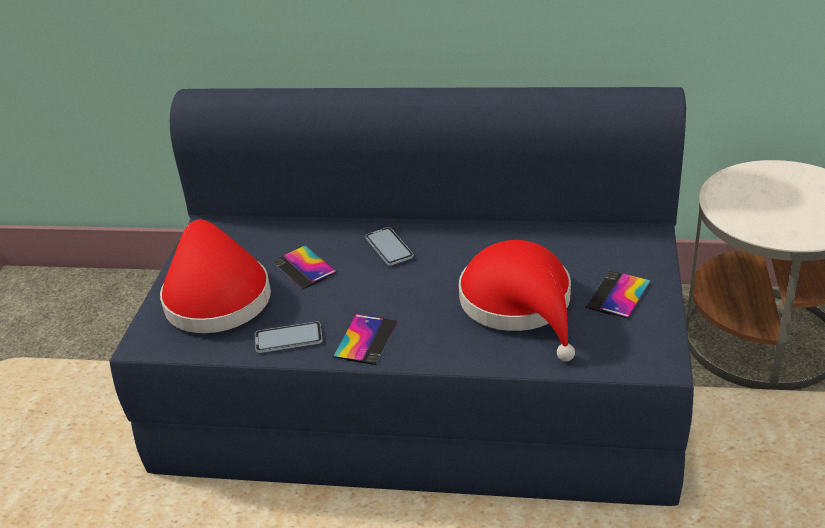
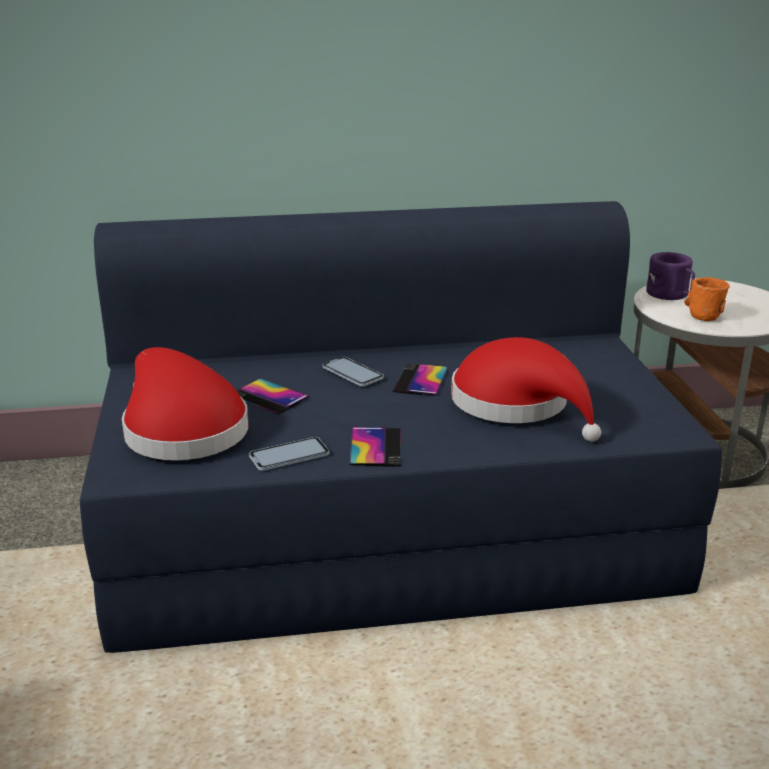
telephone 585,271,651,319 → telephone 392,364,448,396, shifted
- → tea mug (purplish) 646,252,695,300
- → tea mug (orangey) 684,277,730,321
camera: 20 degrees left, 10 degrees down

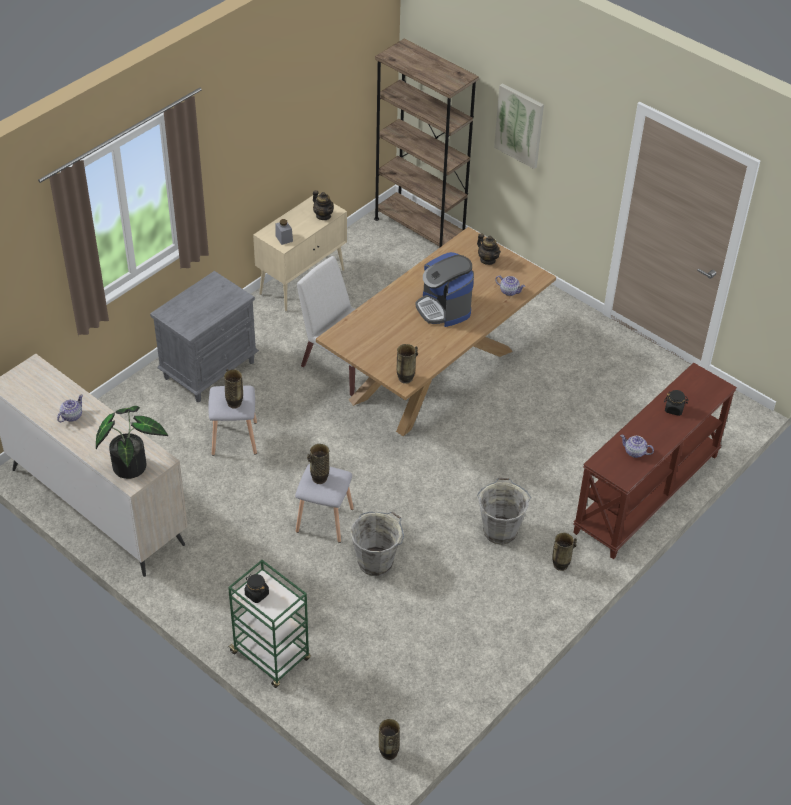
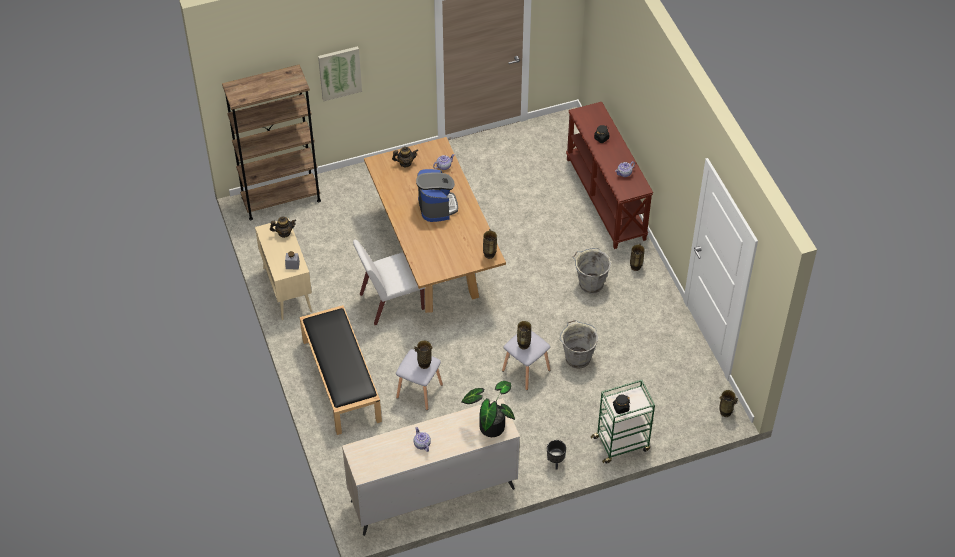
night table (gray) 150,271,259,402 → indoor bench (blackish) 300,305,382,435
coffee machine 415,252,474,327 → coffee machine 416,169,458,222, 105 degrees counterclockwise
- → plant pot (blackish) 547,440,566,469
camera: 60 degrees left, 5 degrees up

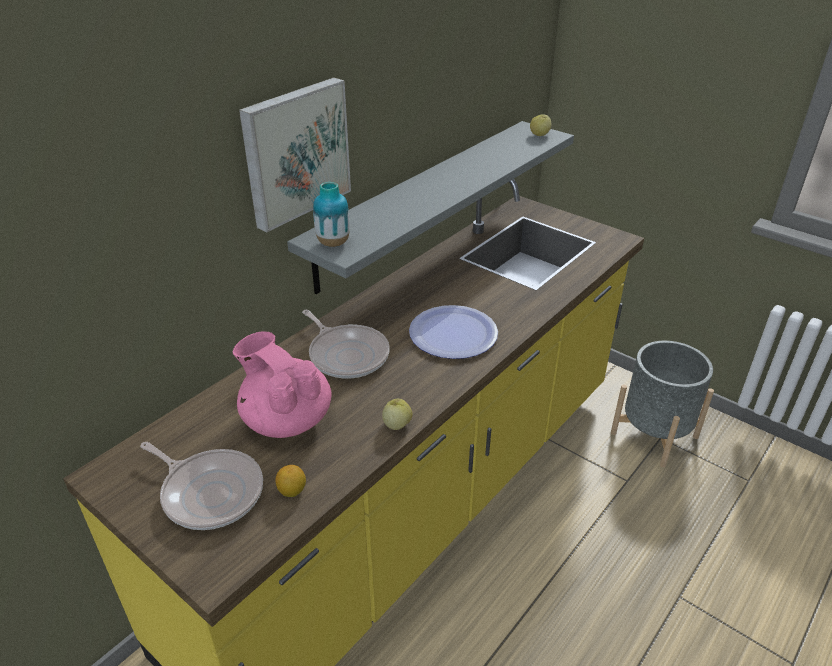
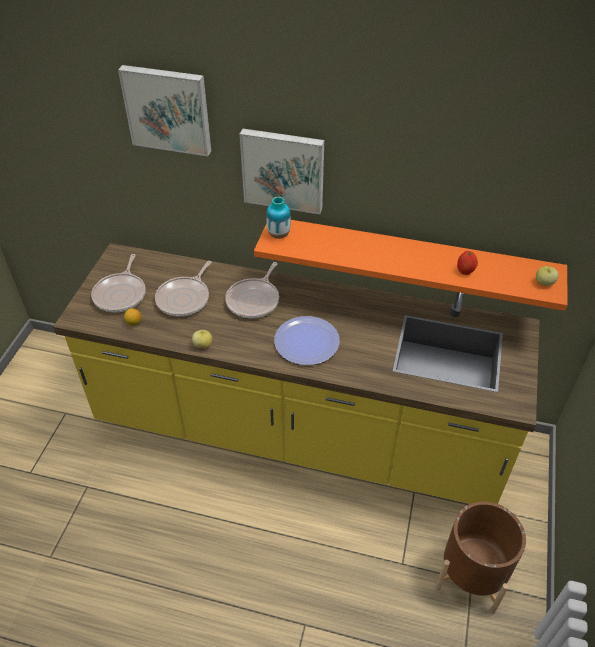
- → wall picture 118,65,211,156
tea pot (pink-coloured) 233,332,332,438 → pan 155,261,211,317
shelf (gray) 287,121,574,294 → shelf (orangey) 254,220,567,311
plant pot (gray) 611,341,714,467 → plant pot (brown) 435,501,526,614
- → apple 457,251,478,275
camera: 65 degrees right, 10 degrees up

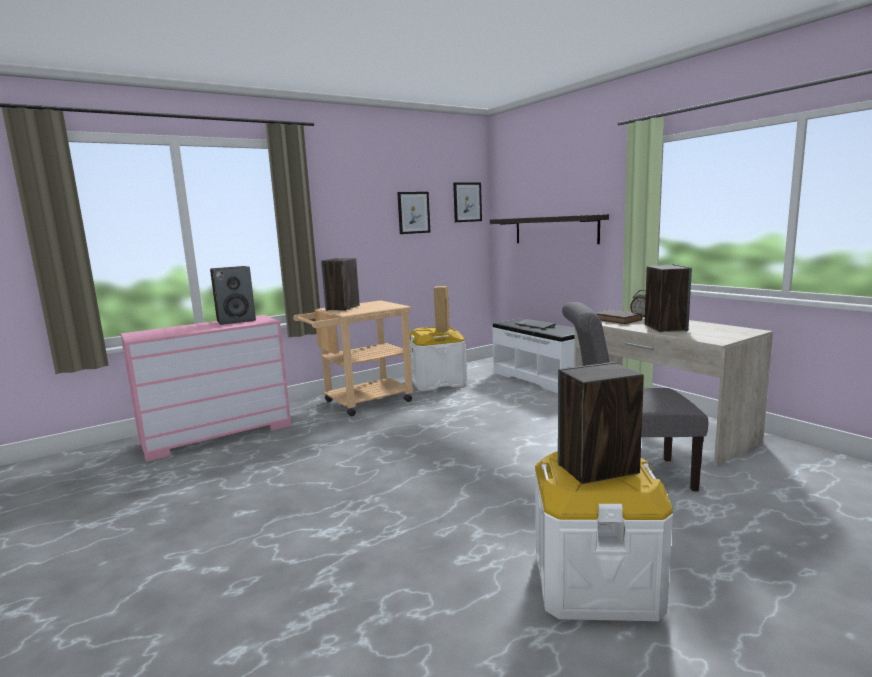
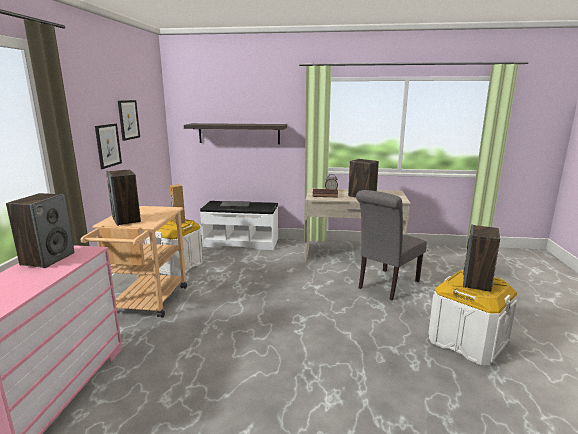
wall picture 453,183,482,222 → wall picture 95,123,122,169, shifted
camera: 50 degrees left, 5 degrees up

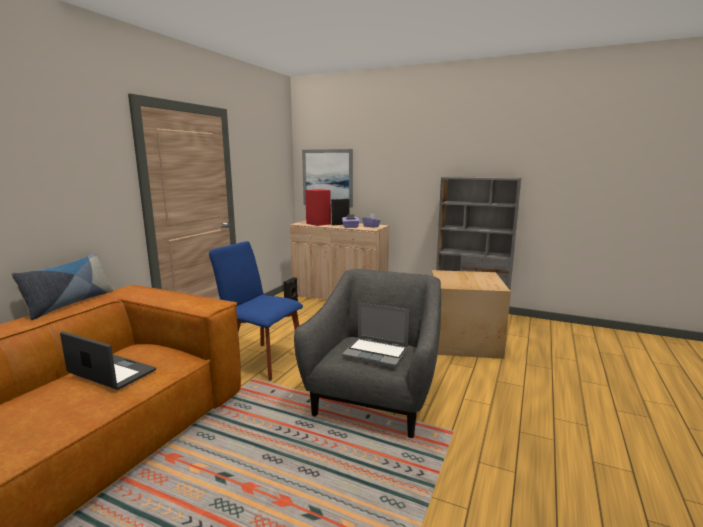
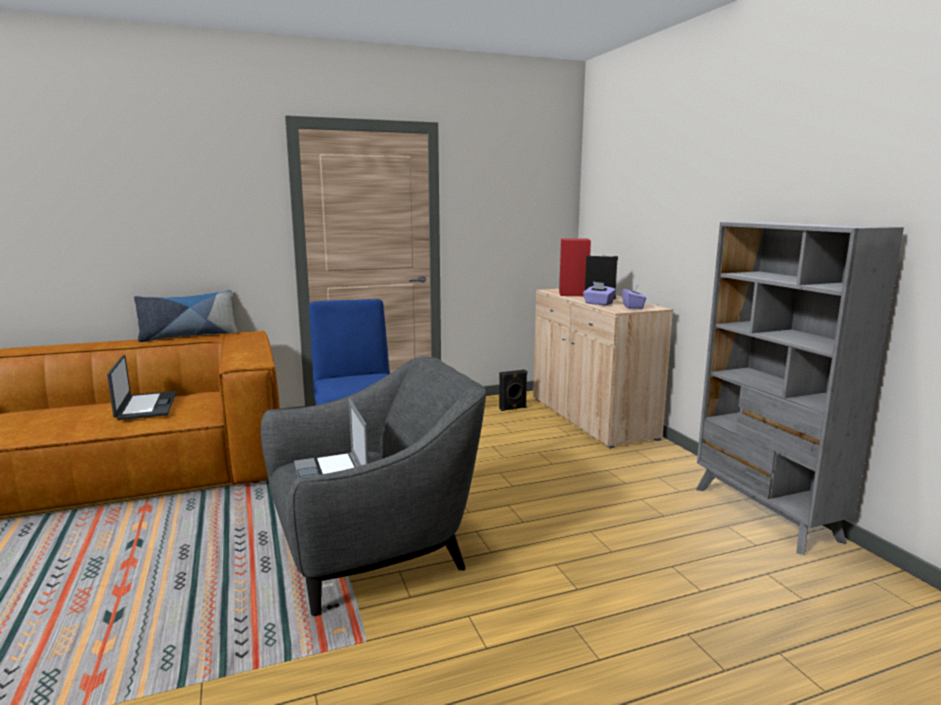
wall picture 302,149,353,207 → -
carton 432,270,511,359 → -
camera: 45 degrees right, 0 degrees up

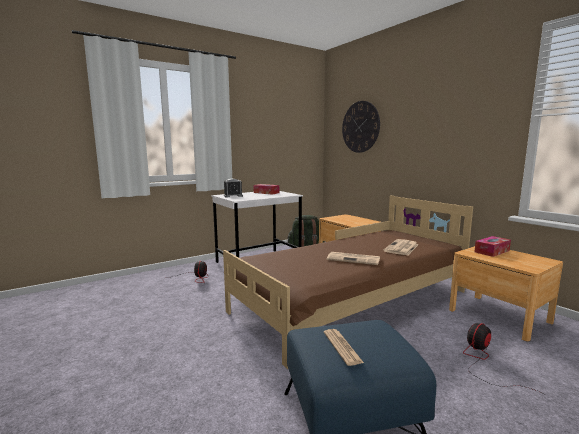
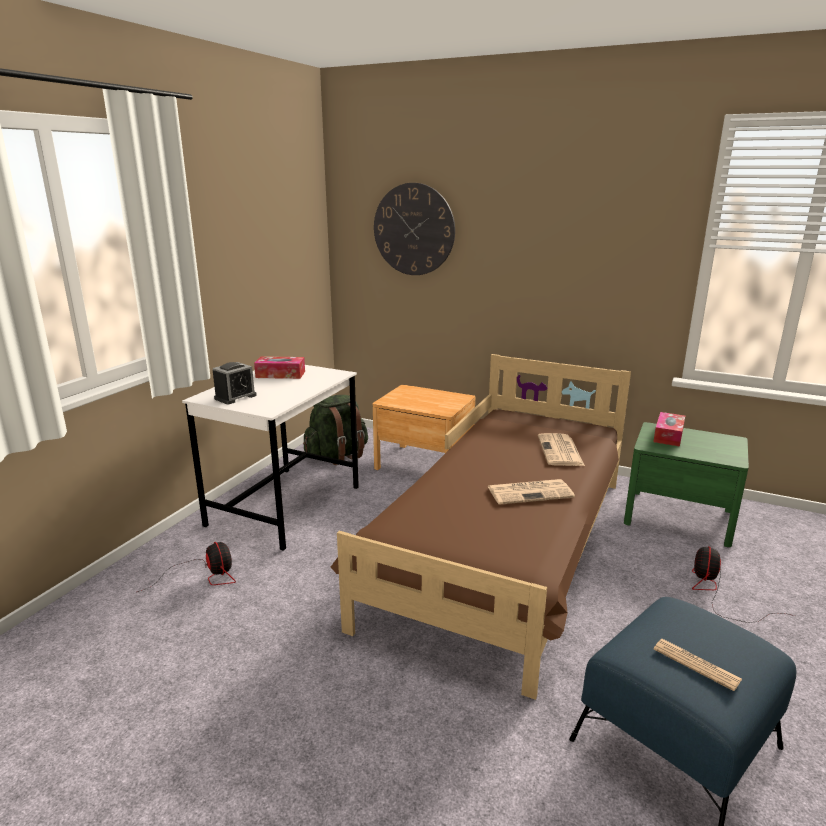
night table (brown) 449,246,563,342 → night table (green) 624,422,749,547
camera: 30 degrees left, 10 degrees up

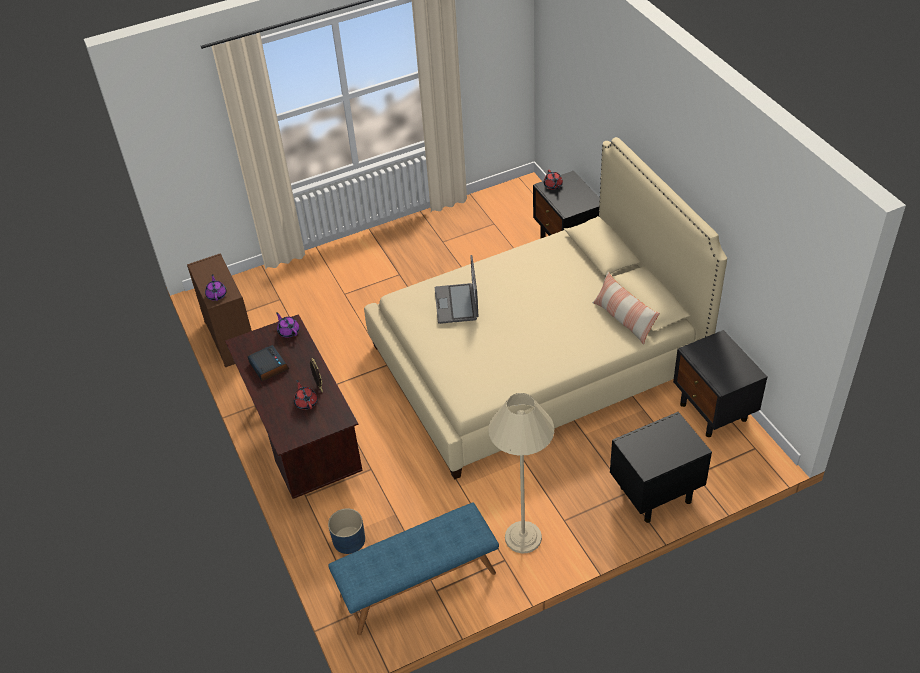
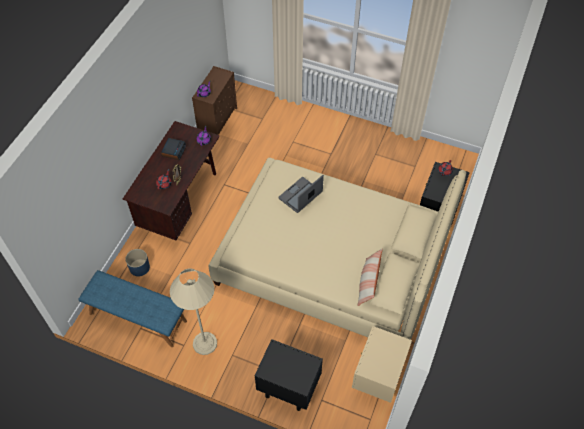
night table (blackish) 673,330,768,437 → night table (beige-coloured) 352,326,412,403
camera: 45 degrees right, 10 degrees up

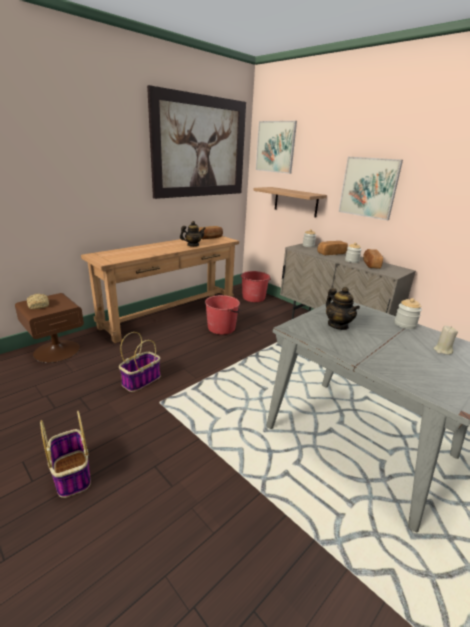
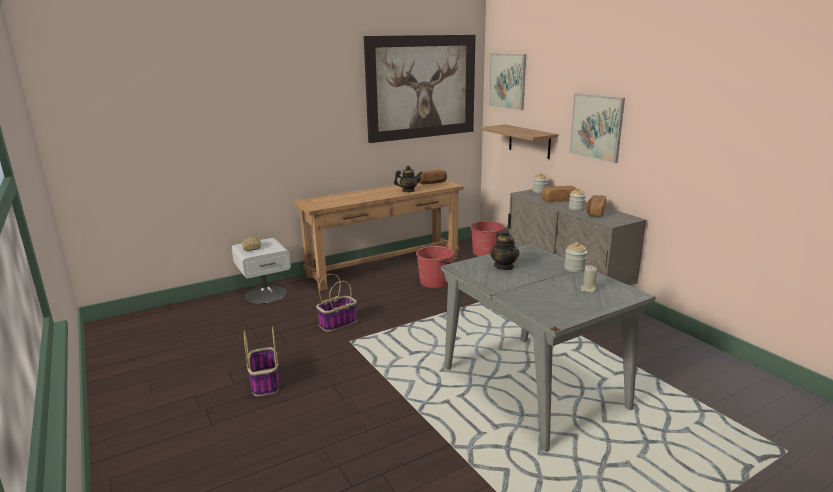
night table (brown) 15,293,84,363 → night table (white-coloured) 232,238,291,304
camera: 15 degrees right, 5 degrees down

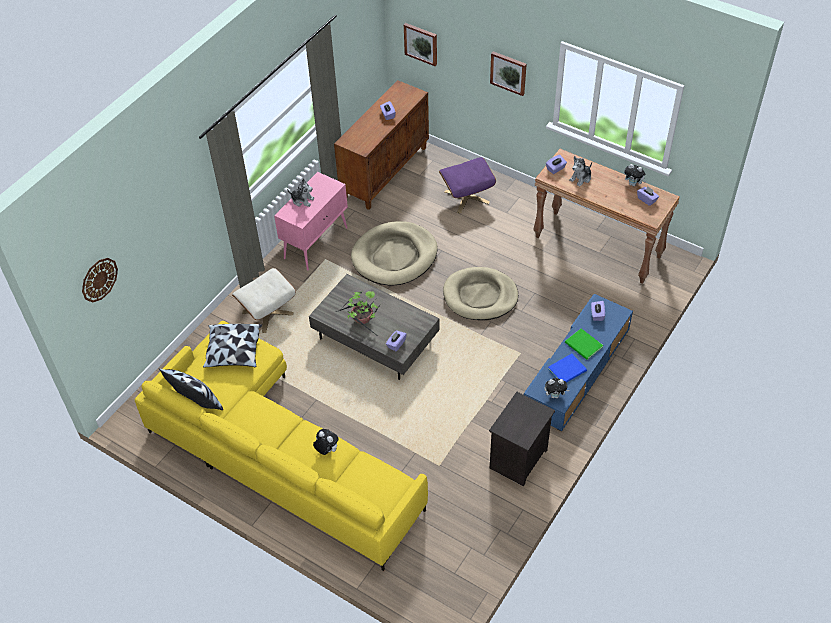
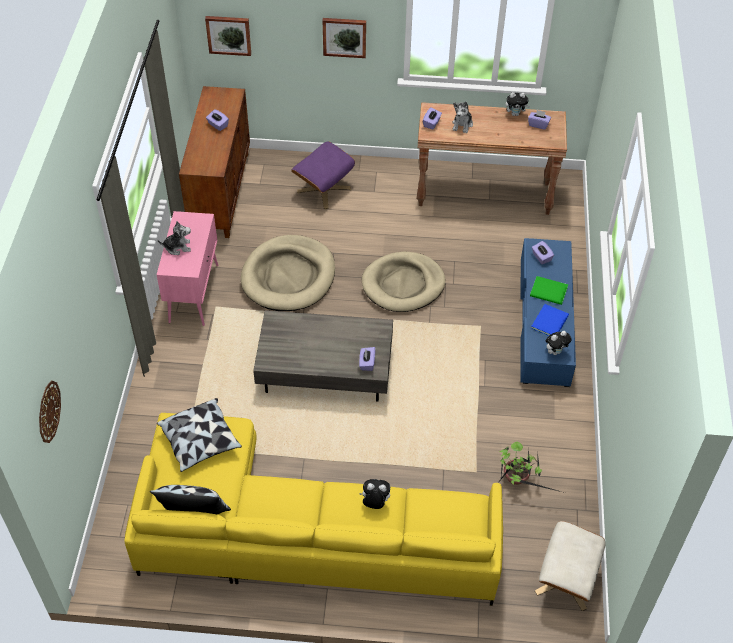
houseplant 336,291,381,337 → houseplant 499,442,565,493, shifted
ottoman (beige-coloured) 232,268,296,333 → ottoman (beige-coloured) 535,521,606,611, shifted
night table (blackish) 489,392,555,486 → -
camera: 30 degrees left, 0 degrees up

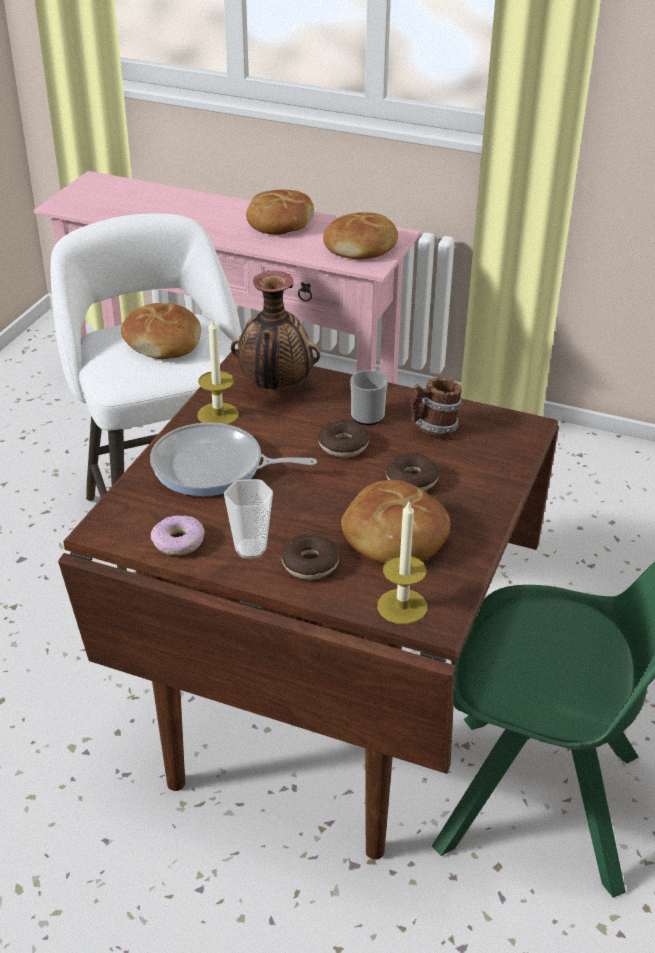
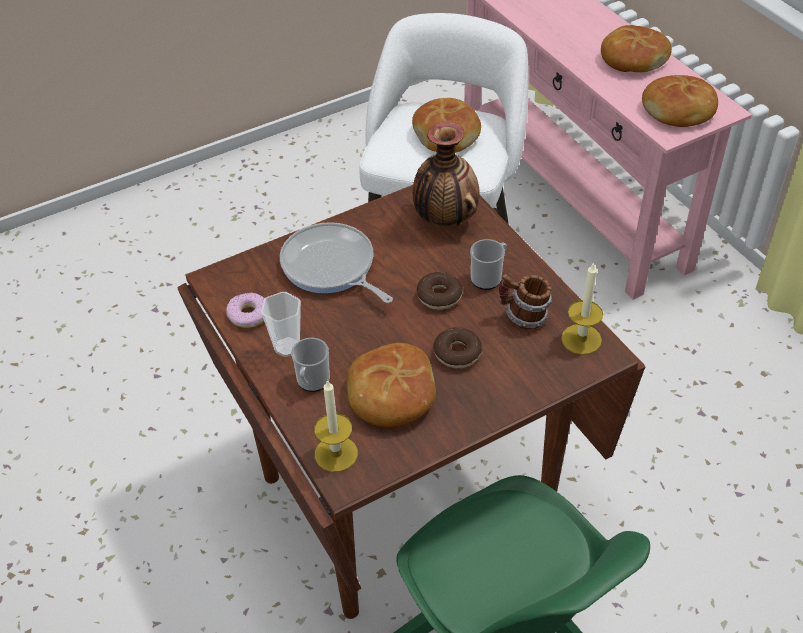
donut 281,534,339,580 → tea mug 291,338,330,392
candle 197,317,239,425 → candle 561,262,603,355, shifted
camera: 40 degrees right, 10 degrees up

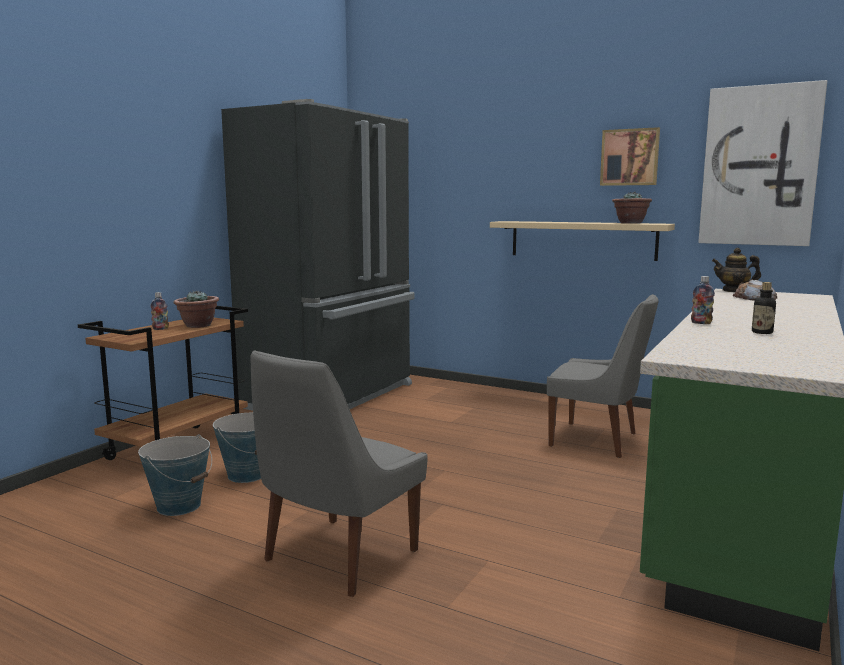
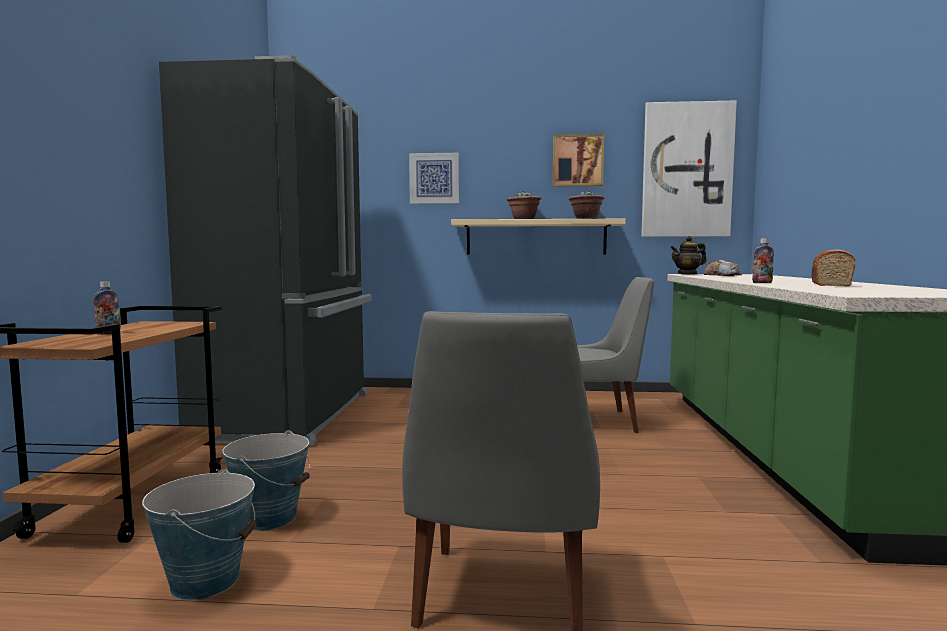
- → wall picture 409,153,459,204
houseplant 173,291,219,328 → houseplant 507,191,542,219, shifted
beverage bottle 752,282,776,334 → bread 811,249,855,286
camera: 25 degrees left, 5 degrees down

